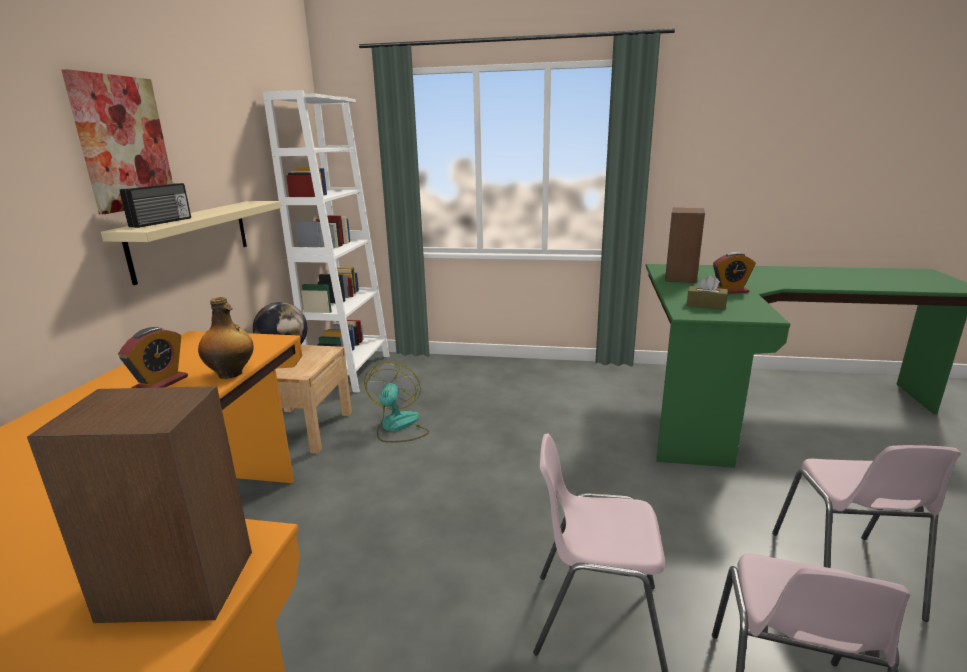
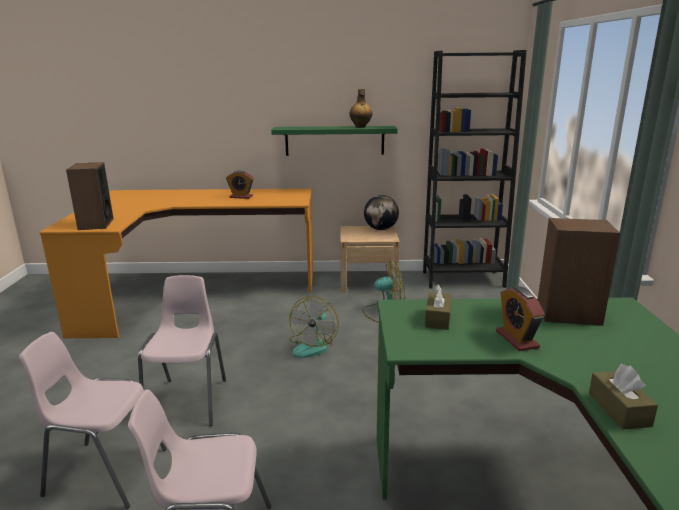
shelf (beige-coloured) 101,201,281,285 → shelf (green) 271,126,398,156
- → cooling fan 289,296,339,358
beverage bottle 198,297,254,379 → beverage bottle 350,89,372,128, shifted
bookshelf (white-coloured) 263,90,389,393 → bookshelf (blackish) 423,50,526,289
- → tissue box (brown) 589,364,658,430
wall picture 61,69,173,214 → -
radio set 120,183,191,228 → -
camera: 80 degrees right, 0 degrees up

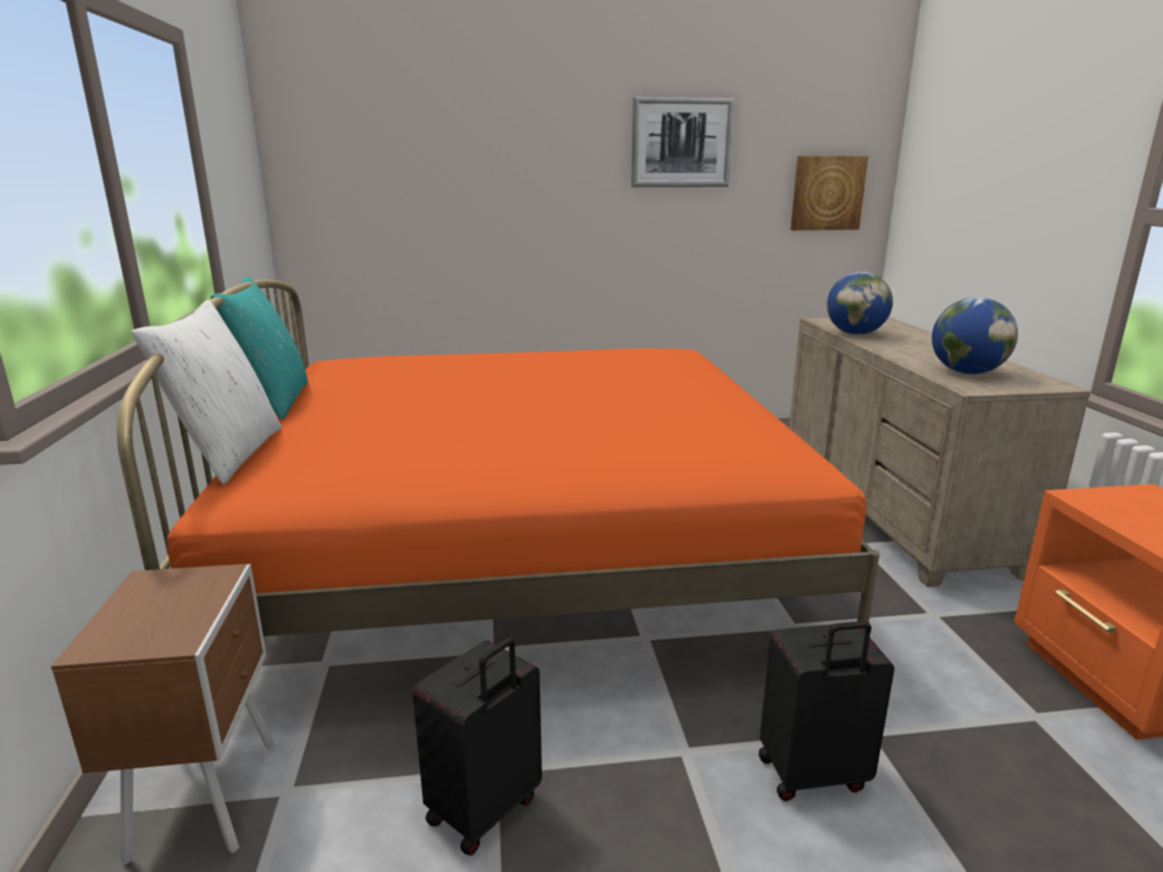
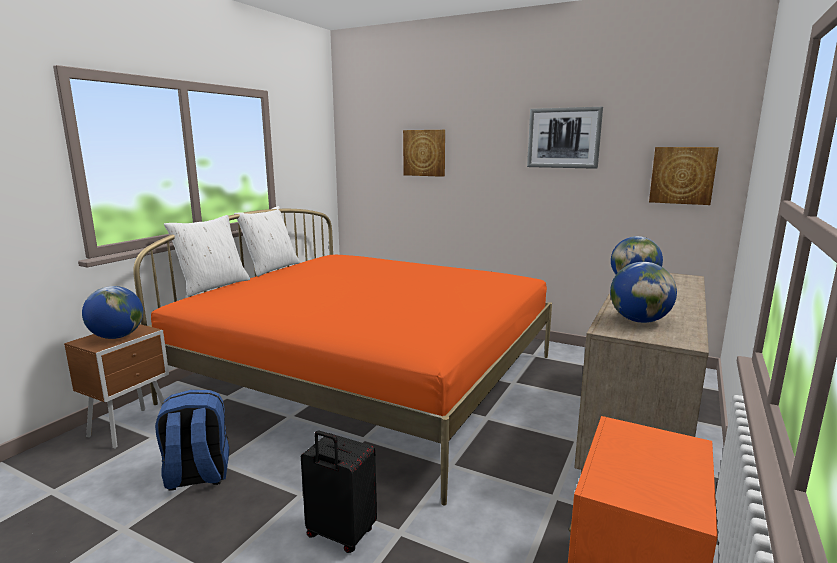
- → world globe 82,286,143,339
piece of luggage (blackish) 413,638,542,856 → knapsack (blue-coloured) 155,390,229,491
pillow (blue-green) 211,276,308,420 → pillow (white-coloured) 234,206,300,277
- → wall picture 403,130,445,177
camera: 35 degrees right, 5 degrees down

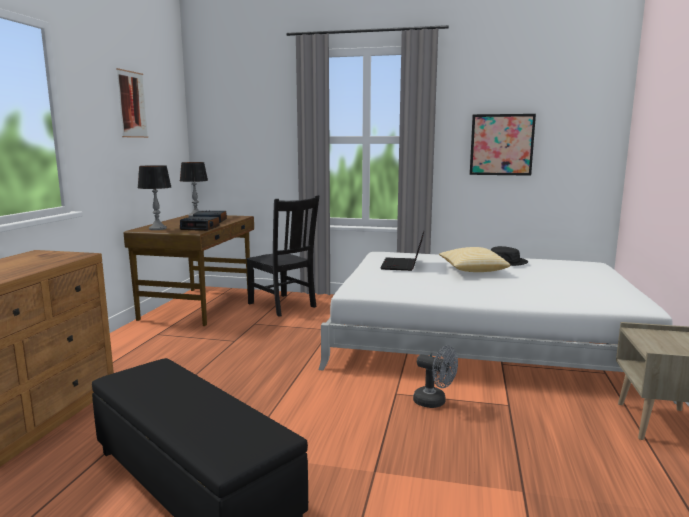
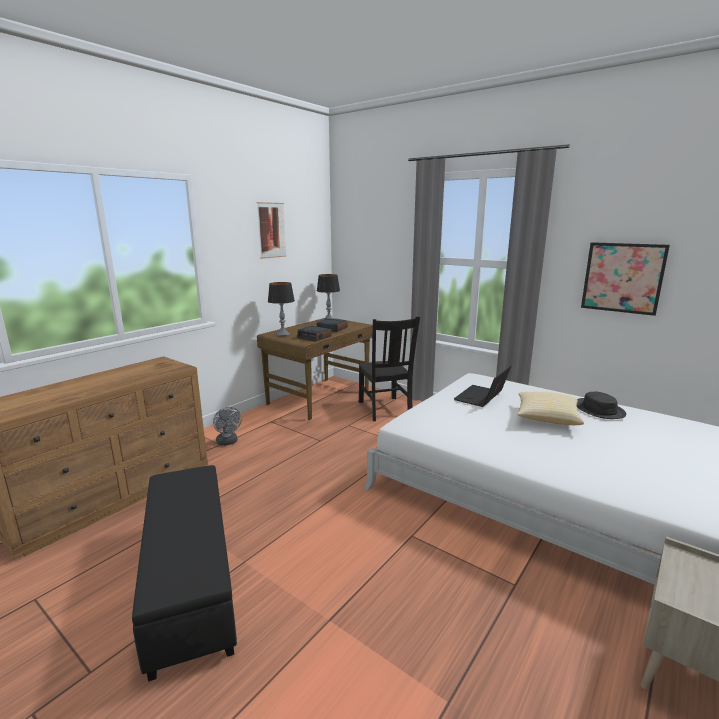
cooling fan (gray) 413,345,458,408 → cooling fan (gray) 213,407,242,446, shifted
camera: 25 degrees right, 5 degrees up

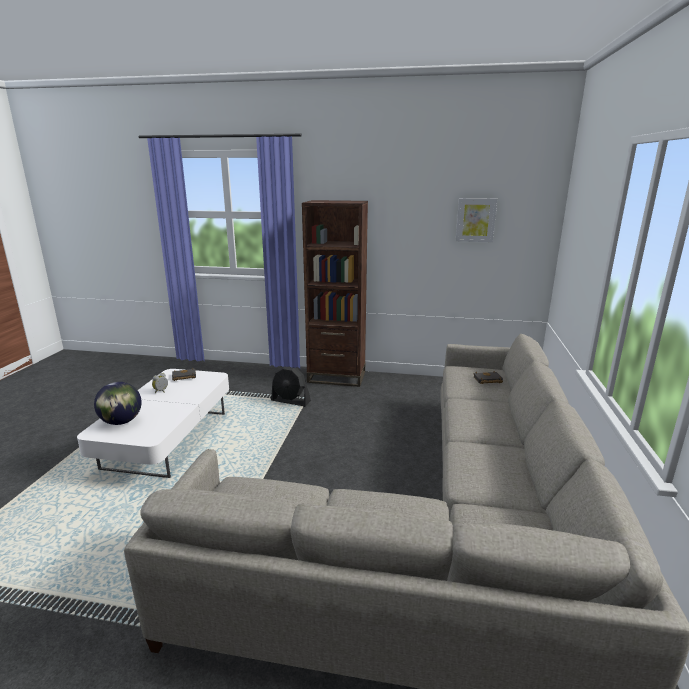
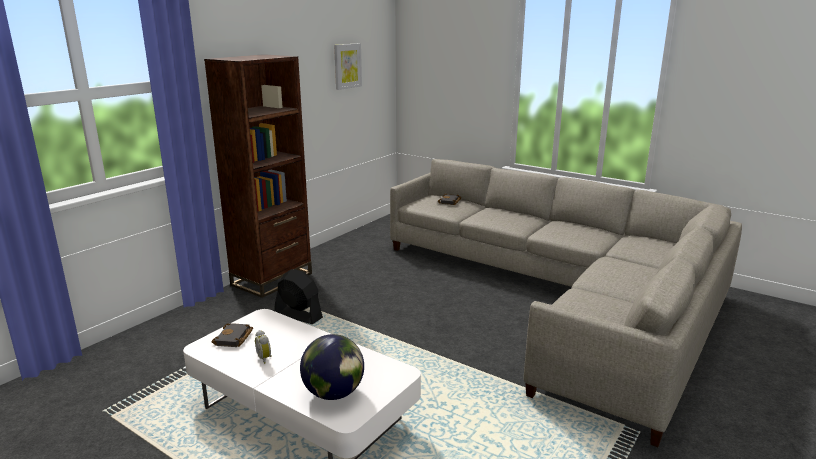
cooling fan (blackish) 271,367,311,407 → cooling fan (blackish) 275,269,323,324, 105 degrees counterclockwise
camera: 65 degrees left, 0 degrees up

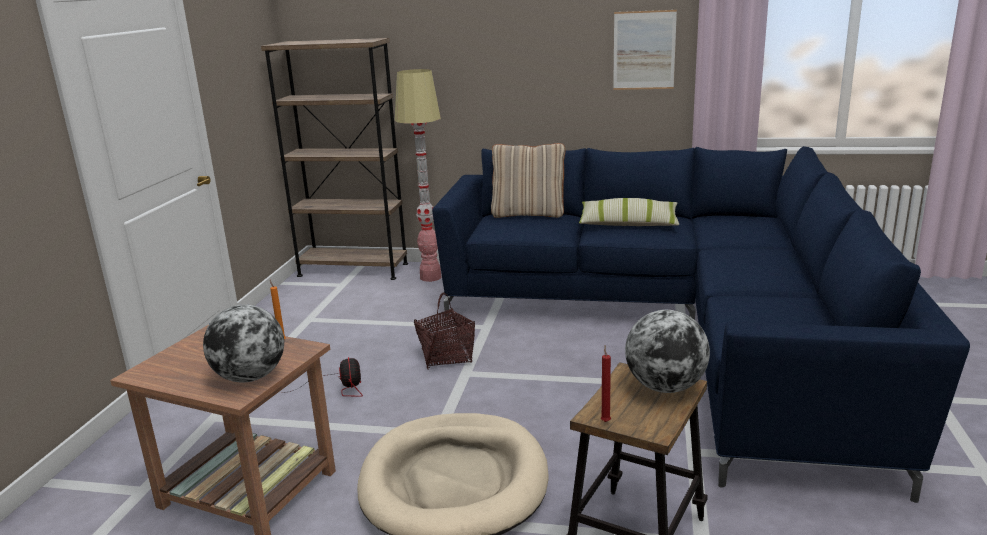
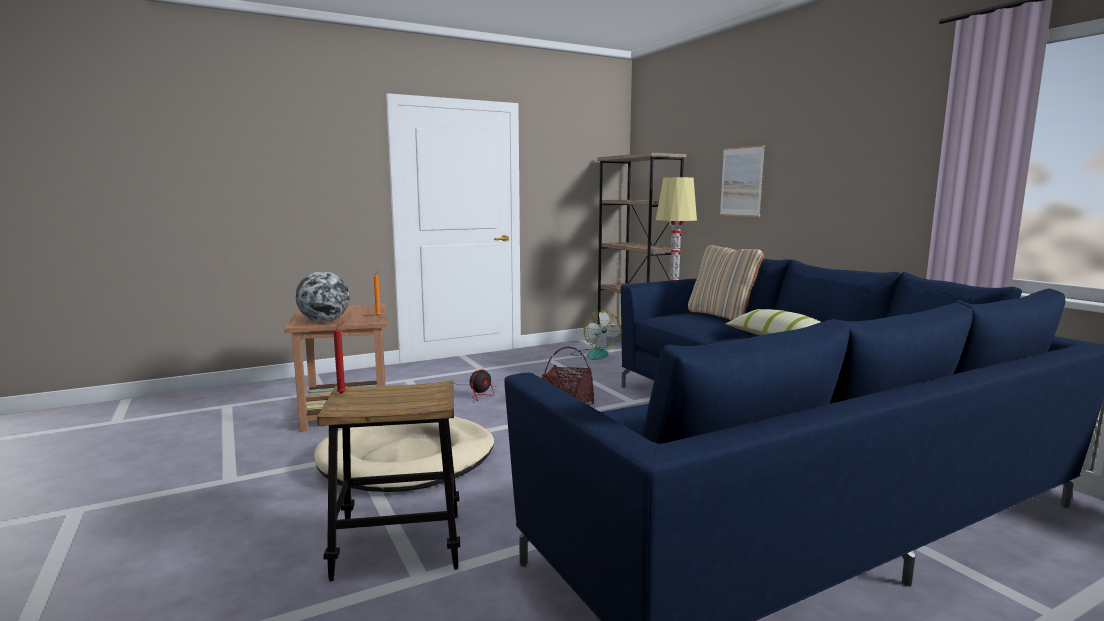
- → cooling fan 571,310,620,360
wall picture 613,10,677,90 → wall picture 720,145,765,217, shifted
world globe 625,310,710,393 → -
camera: 50 degrees right, 10 degrees down

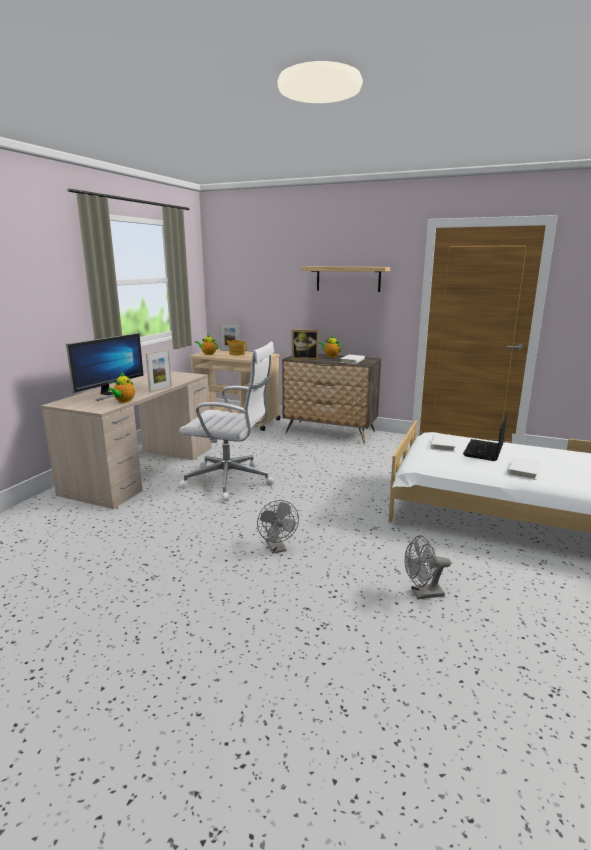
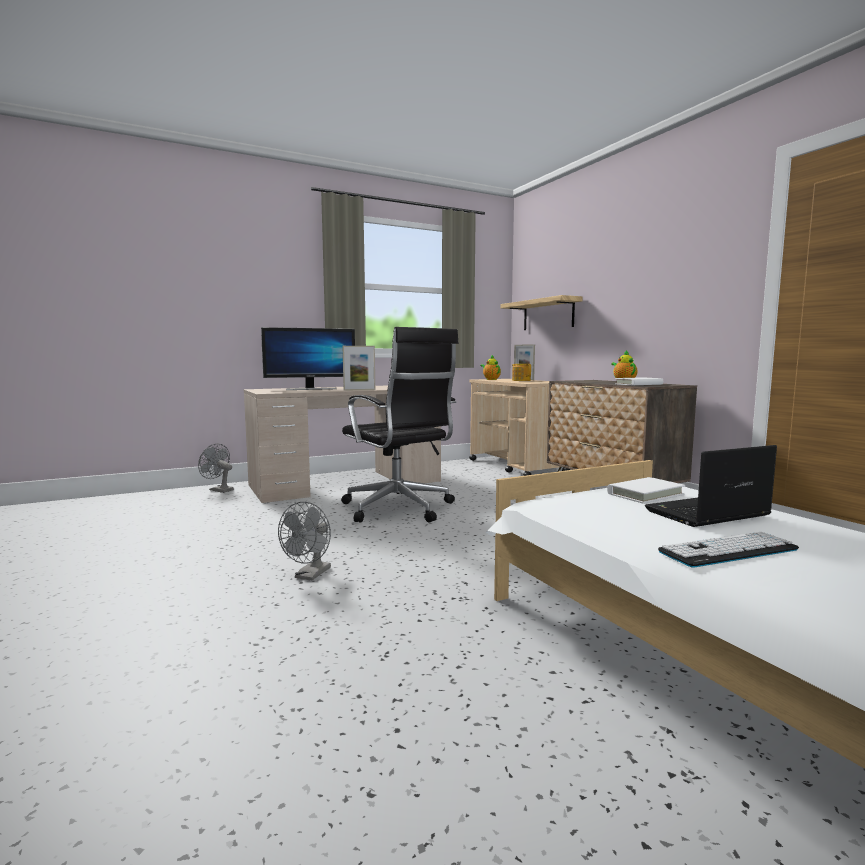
cooling fan (gray) 405,535,451,599 → cooling fan (gray) 198,444,234,493, shifted
computer chair (white-coloured) 179,342,274,501 → computer chair (blackish) 341,327,459,523
shelf 302,267,390,292 → shelf 500,295,583,330, shifted
volume (white-coloured) 507,457,541,480 → keyboard 658,532,799,568
tea pot 108,372,135,403 → -
photo frame 292,330,319,360 → -
camera: 40 degrees right, 10 degrees down

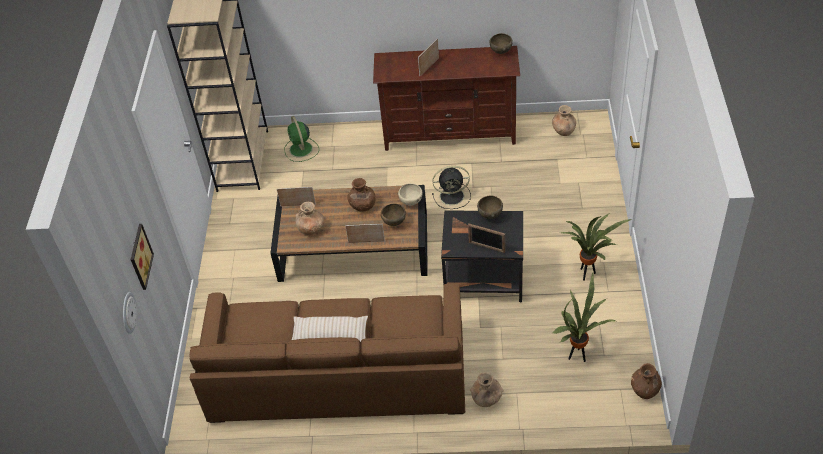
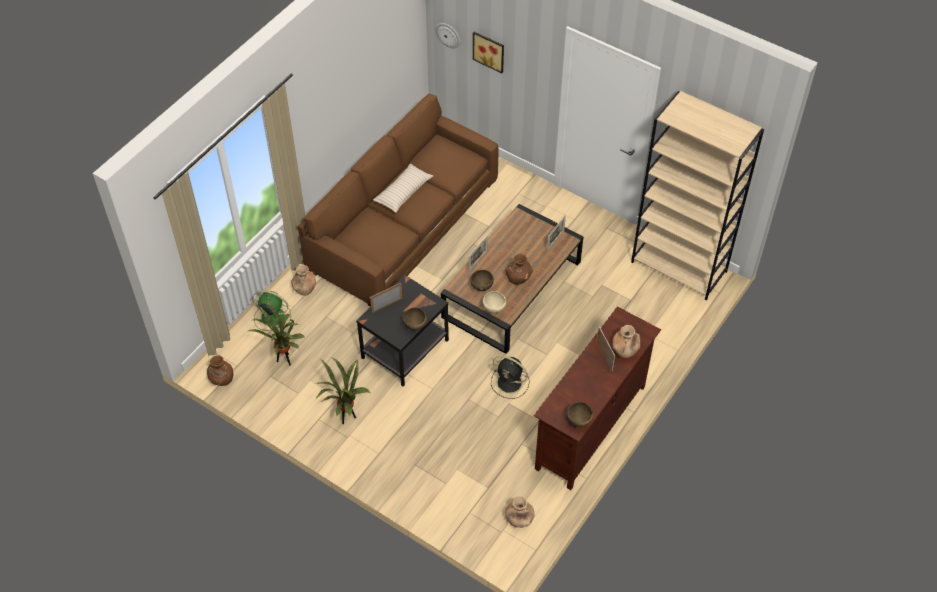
cooling fan (green) 284,116,319,162 → cooling fan (green) 252,290,291,331, shifted
cooling fan (blackish) 432,166,471,209 → cooling fan (blackish) 491,356,530,399, 90 degrees counterclockwise
flower vase (brown) 296,202,324,235 → flower vase (brown) 612,325,640,358, shifted
camera: 120 degrees right, 5 degrees up

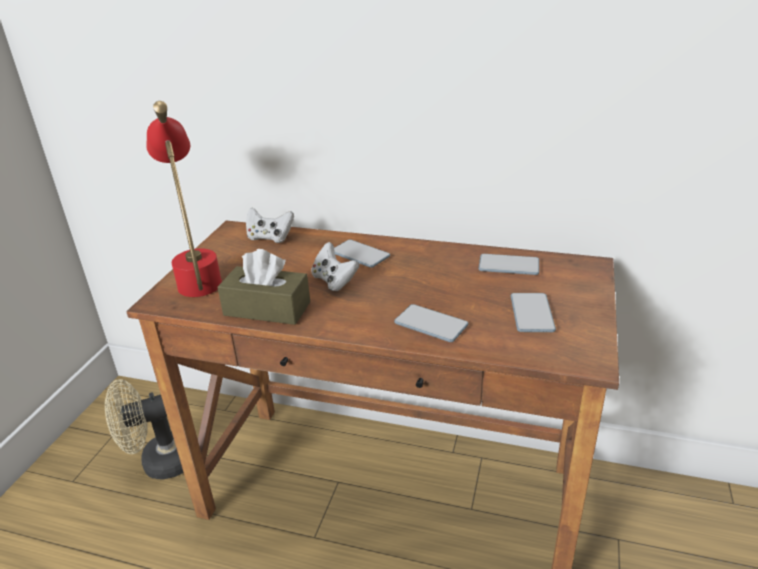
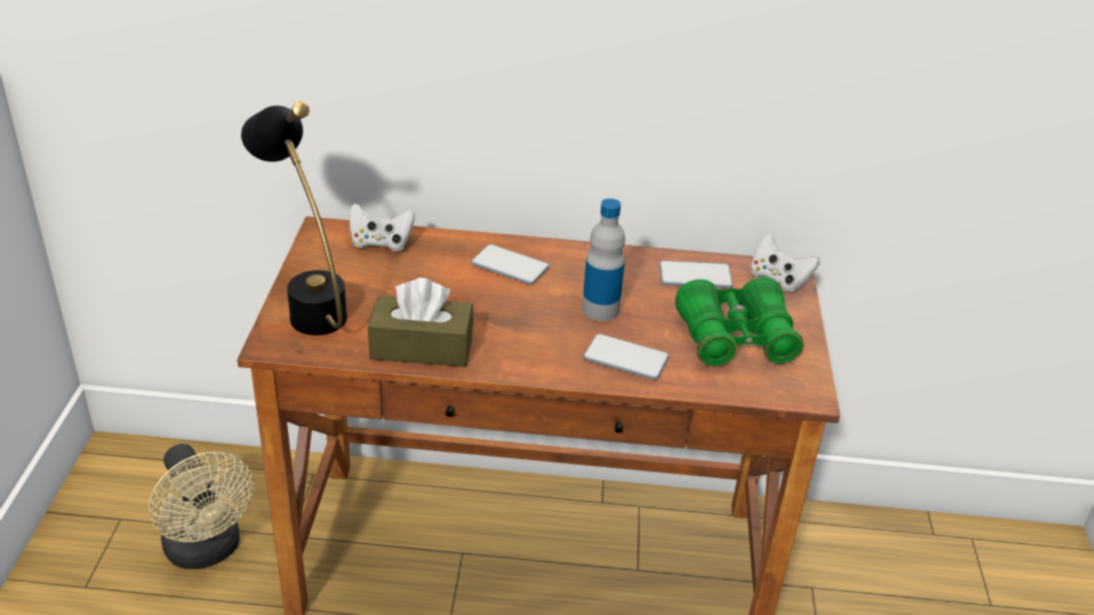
cooling fan (beige-coloured) 105,379,184,479 → cooling fan (beige-coloured) 149,444,254,569, 90 degrees counterclockwise
table lamp (red) 146,101,222,297 → table lamp (blackish) 241,101,347,335
- → beverage bottle 582,198,625,321
telephone 511,293,556,332 → binoculars (green) 675,277,804,367
game controller (white-coloured) 311,242,359,291 → game controller (white-coloured) 750,233,820,293, shifted
camera: 15 degrees left, 5 degrees up

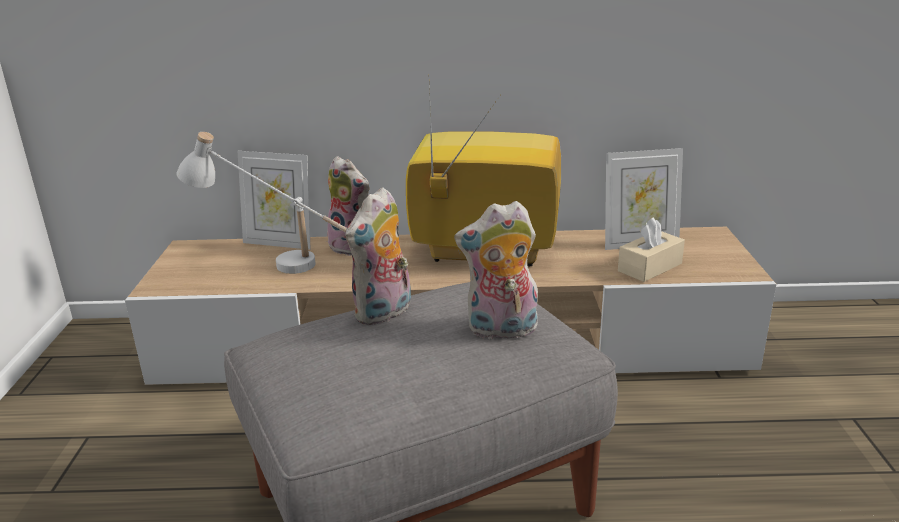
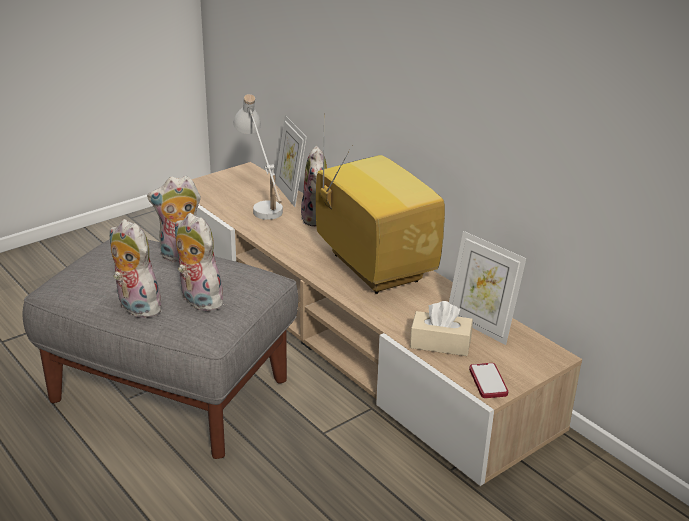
- → soft toy 110,219,161,318
- → telephone 469,363,509,398
camera: 50 degrees right, 5 degrees up

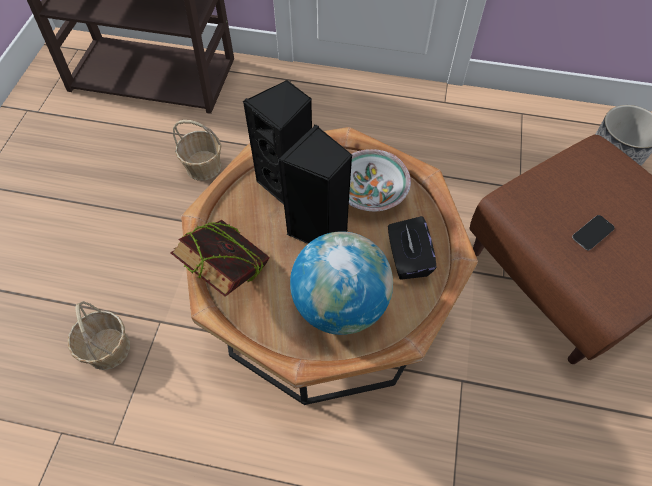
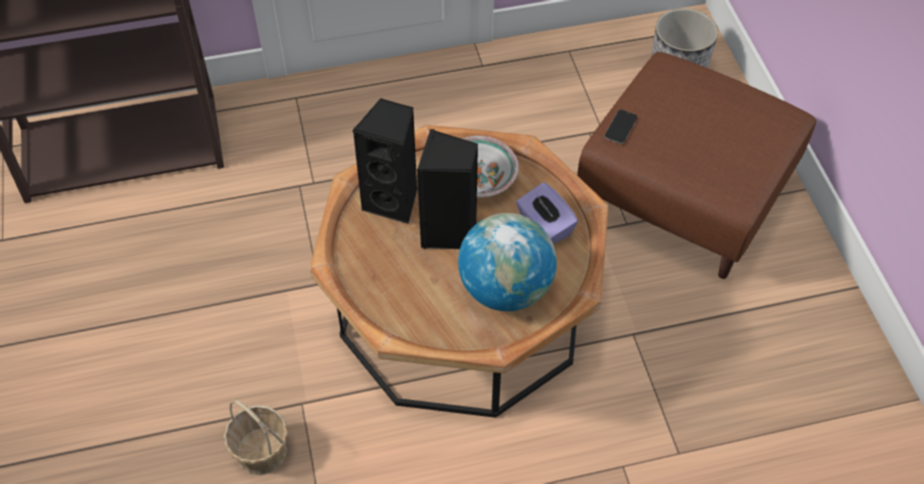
tissue box (blackish) 388,216,437,280 → tissue box (purplish) 516,182,578,244
telephone 572,215,615,250 → telephone 605,110,637,144, shifted
volume 171,220,270,297 → -
basket 173,120,221,181 → -
camera: 25 degrees left, 5 degrees down

